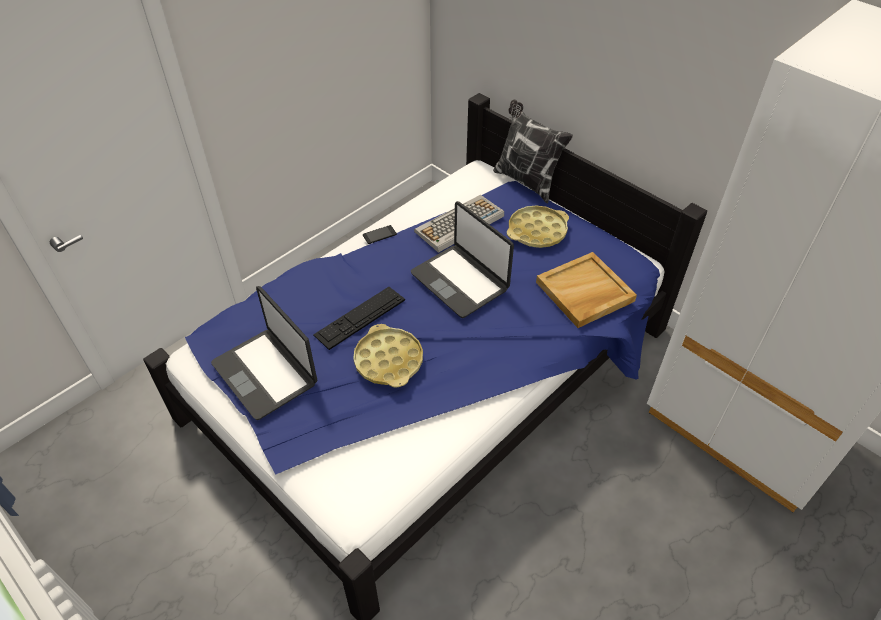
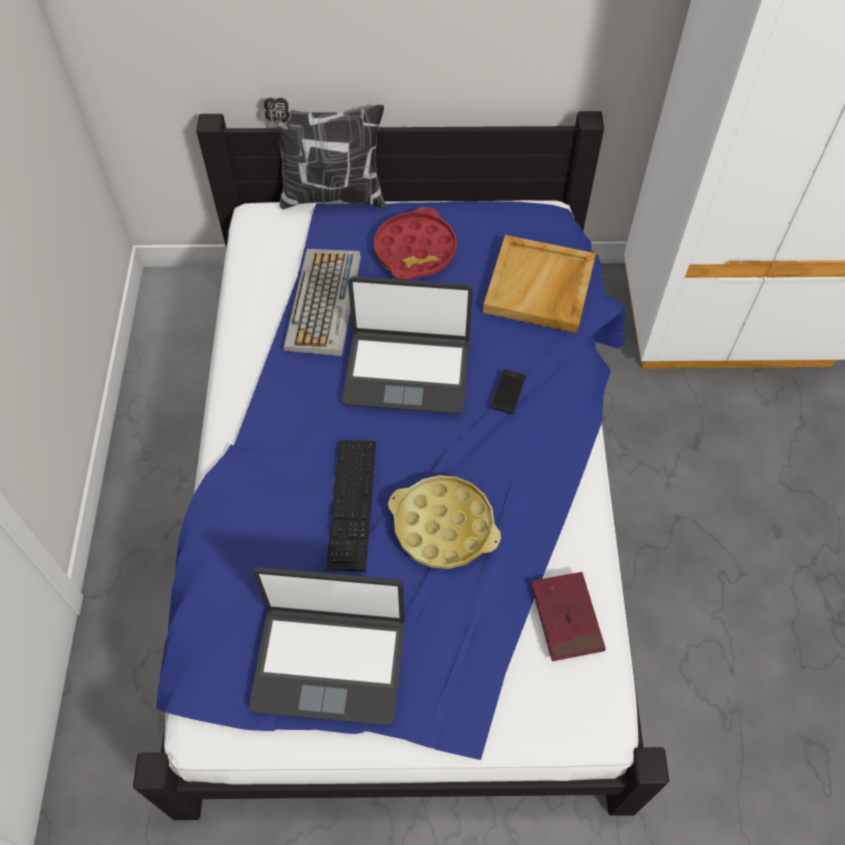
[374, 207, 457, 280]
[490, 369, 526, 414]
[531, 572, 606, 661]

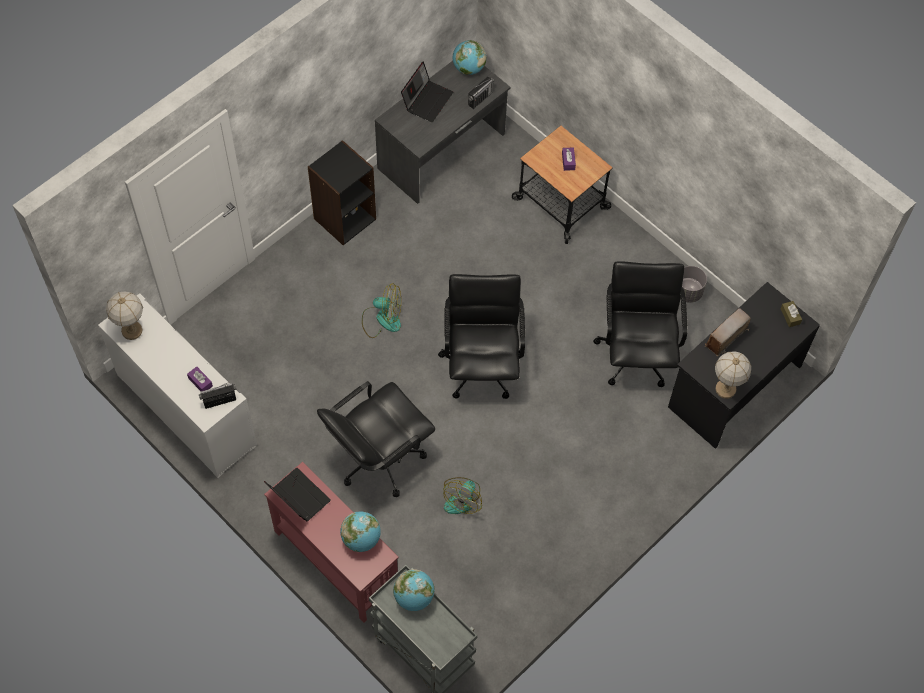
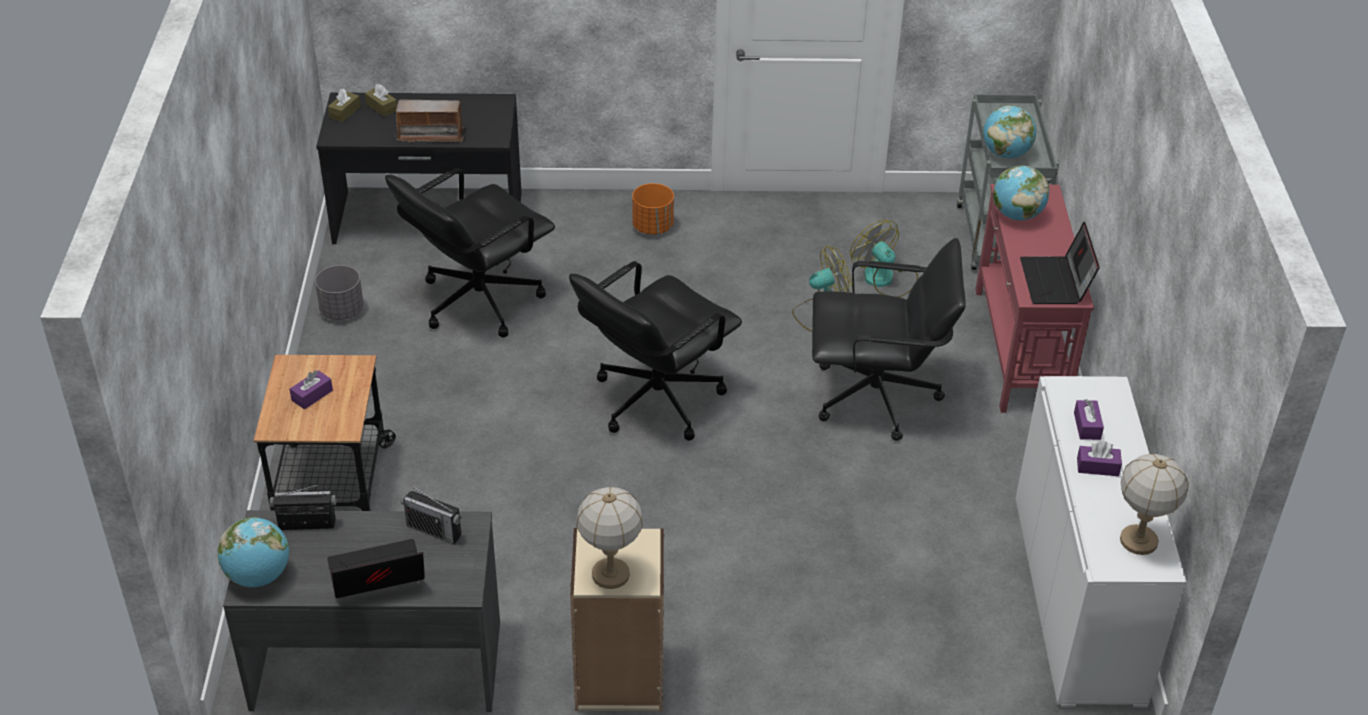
[365, 84, 397, 117]
[401, 485, 461, 544]
[570, 528, 664, 711]
[576, 486, 643, 589]
[632, 183, 674, 235]
[850, 220, 918, 297]
[1077, 441, 1122, 476]

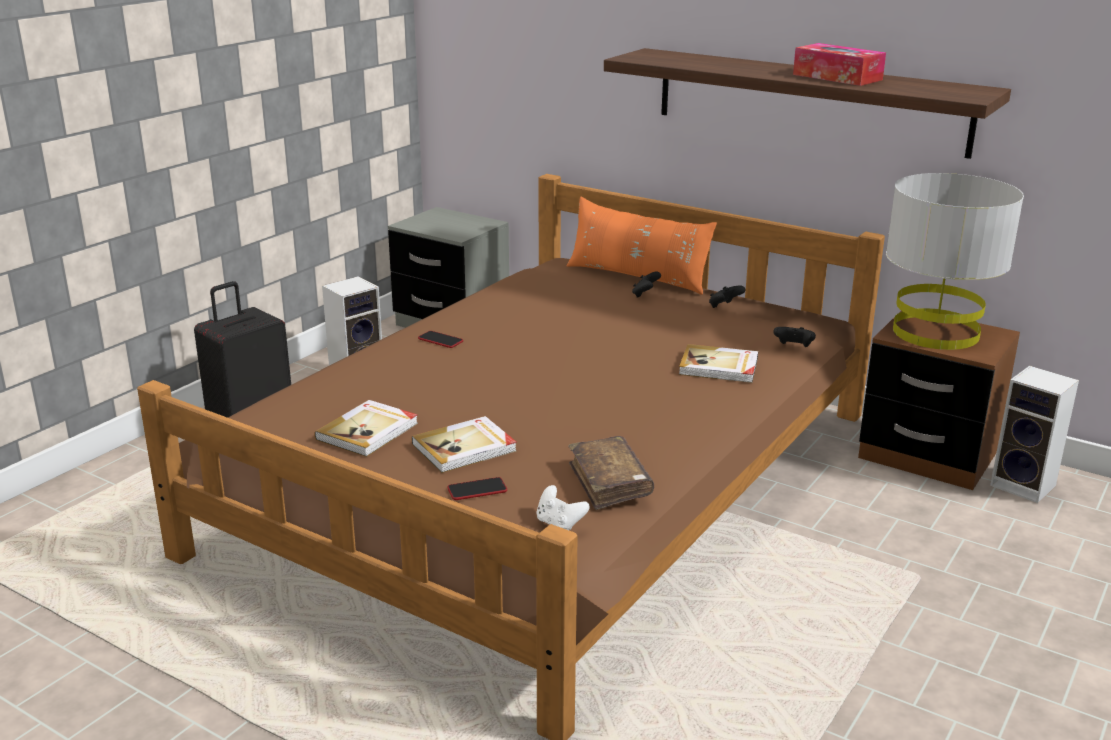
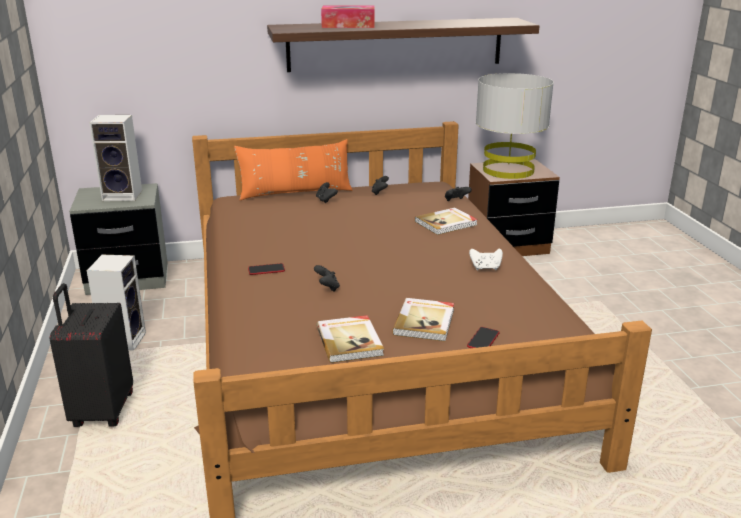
[89, 115, 142, 201]
[314, 265, 340, 292]
[321, 6, 375, 28]
[469, 249, 503, 270]
[568, 436, 654, 510] (first image)

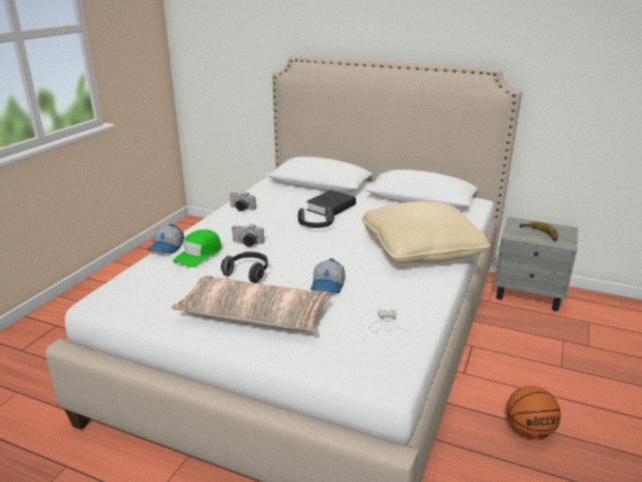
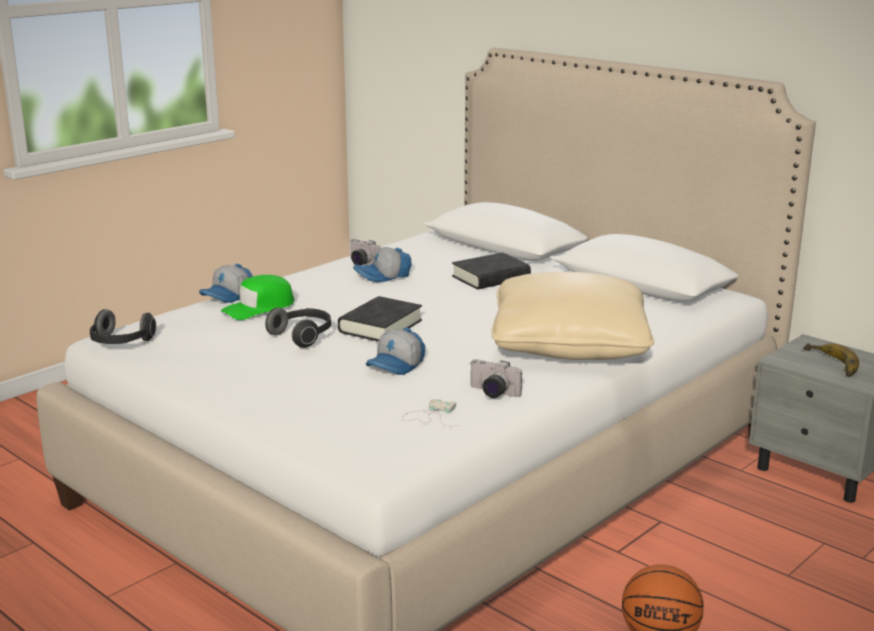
[90, 309, 156, 344]
[338, 296, 422, 342]
[353, 247, 412, 282]
[471, 359, 522, 398]
[171, 276, 331, 332] (first image)

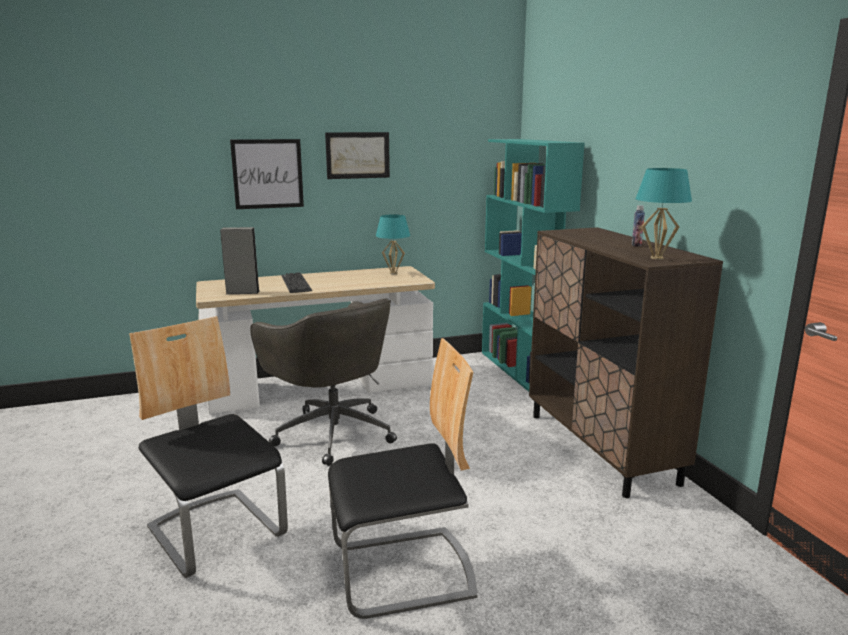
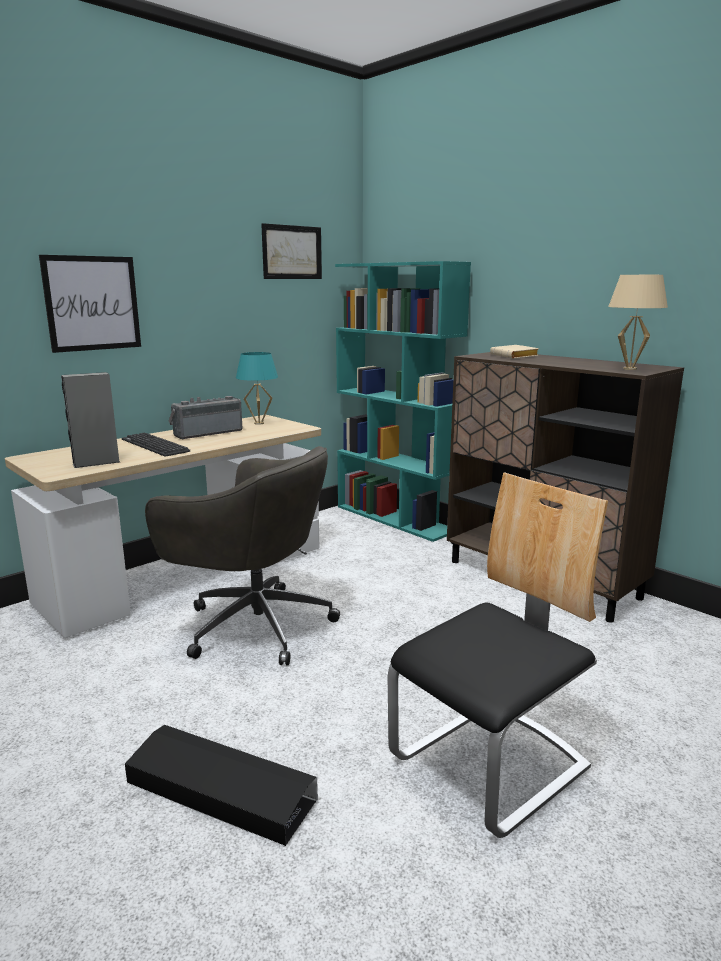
[125, 725, 318, 846]
[169, 396, 242, 439]
[261, 223, 322, 279]
[490, 345, 539, 358]
[608, 275, 668, 370]
[632, 205, 645, 246] (first image)

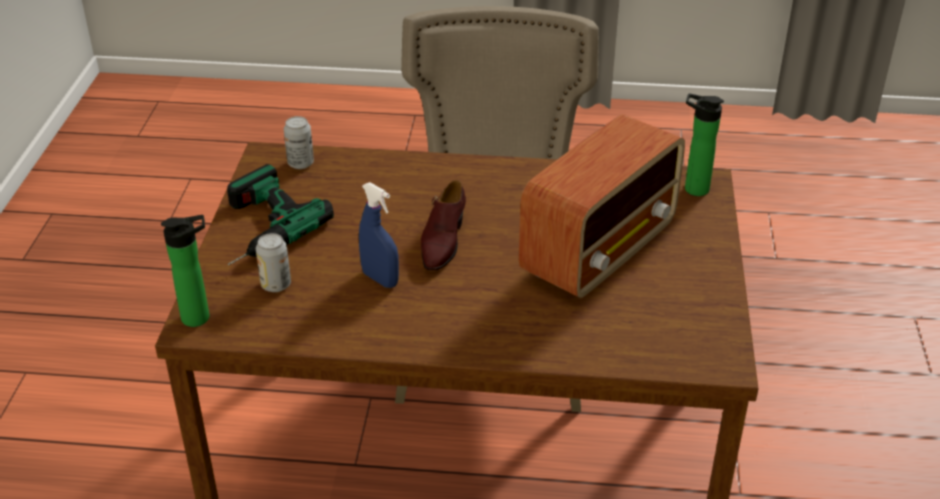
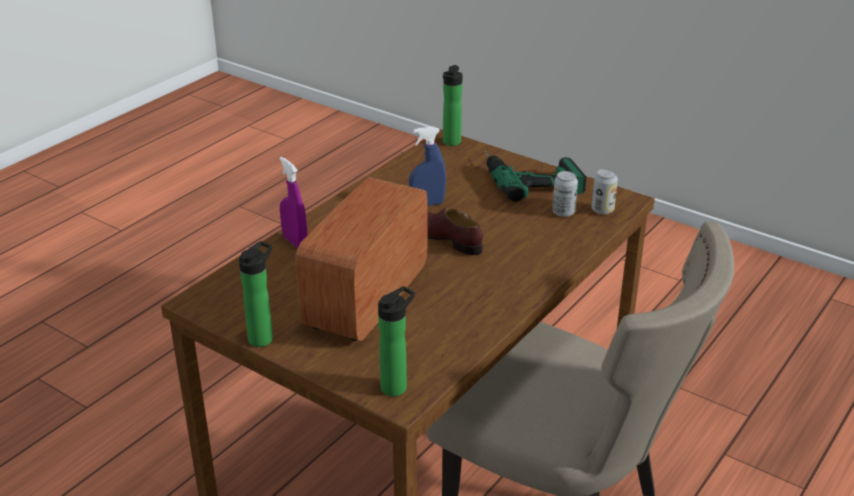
[239, 241, 273, 347]
[279, 157, 308, 248]
[295, 177, 427, 342]
[552, 171, 578, 217]

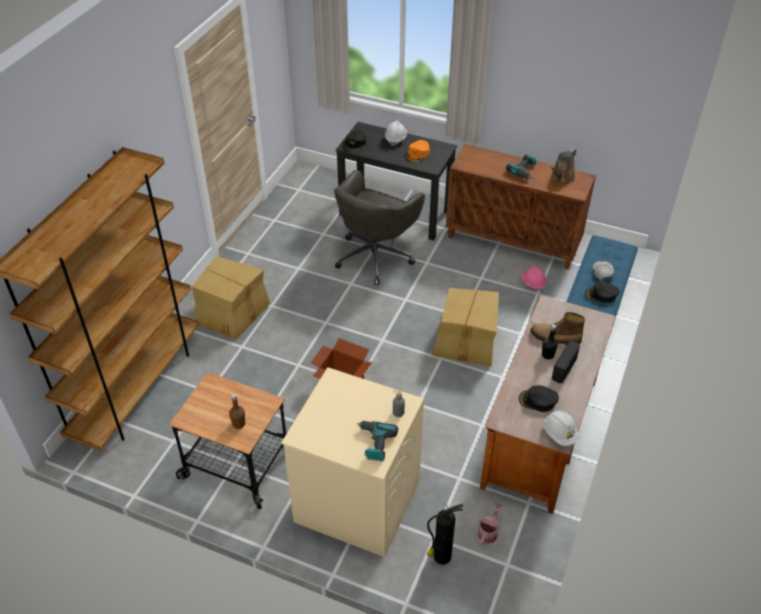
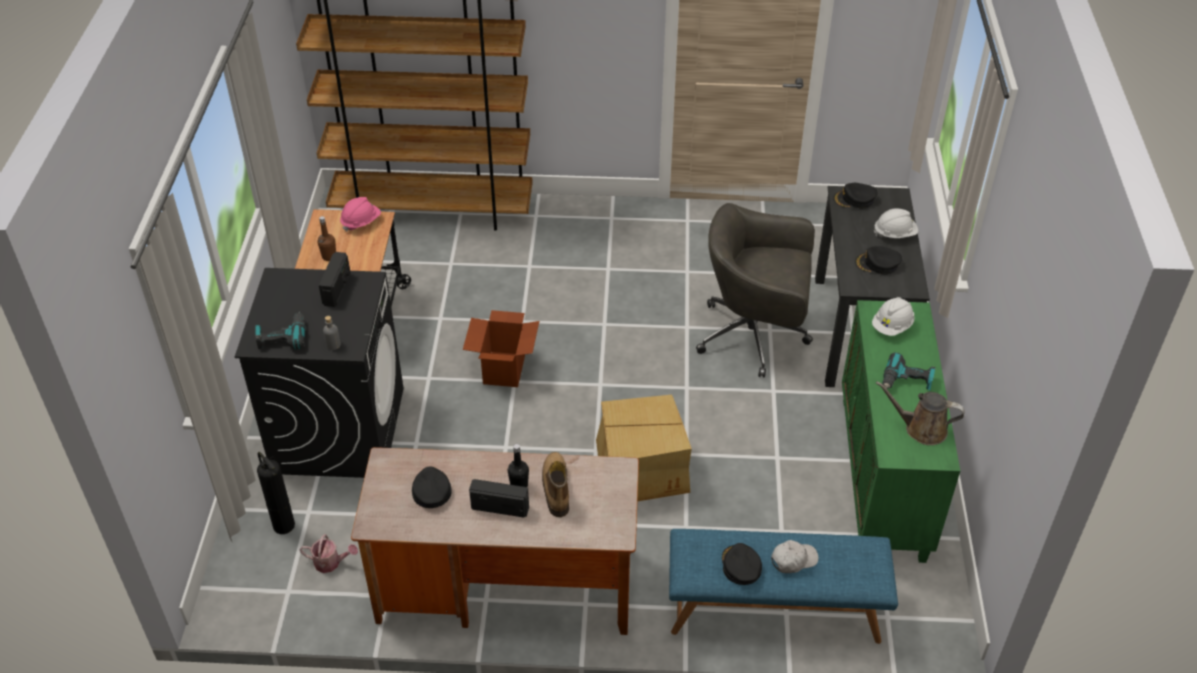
[235, 268, 404, 478]
[319, 252, 351, 307]
[340, 197, 381, 232]
[842, 300, 960, 563]
[855, 246, 902, 275]
[872, 297, 914, 336]
[192, 256, 270, 340] (first image)

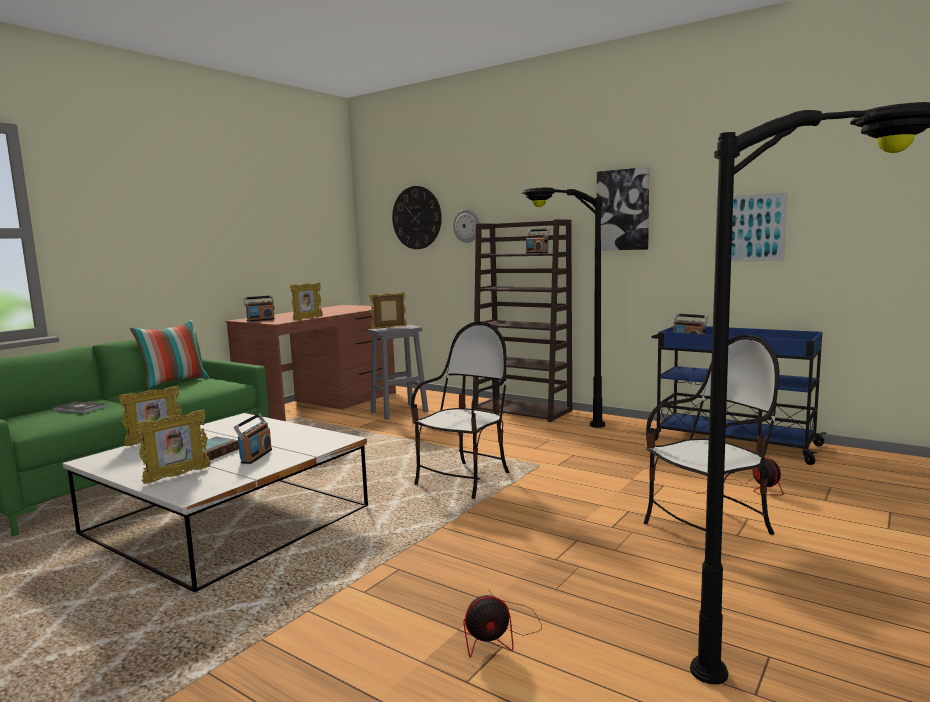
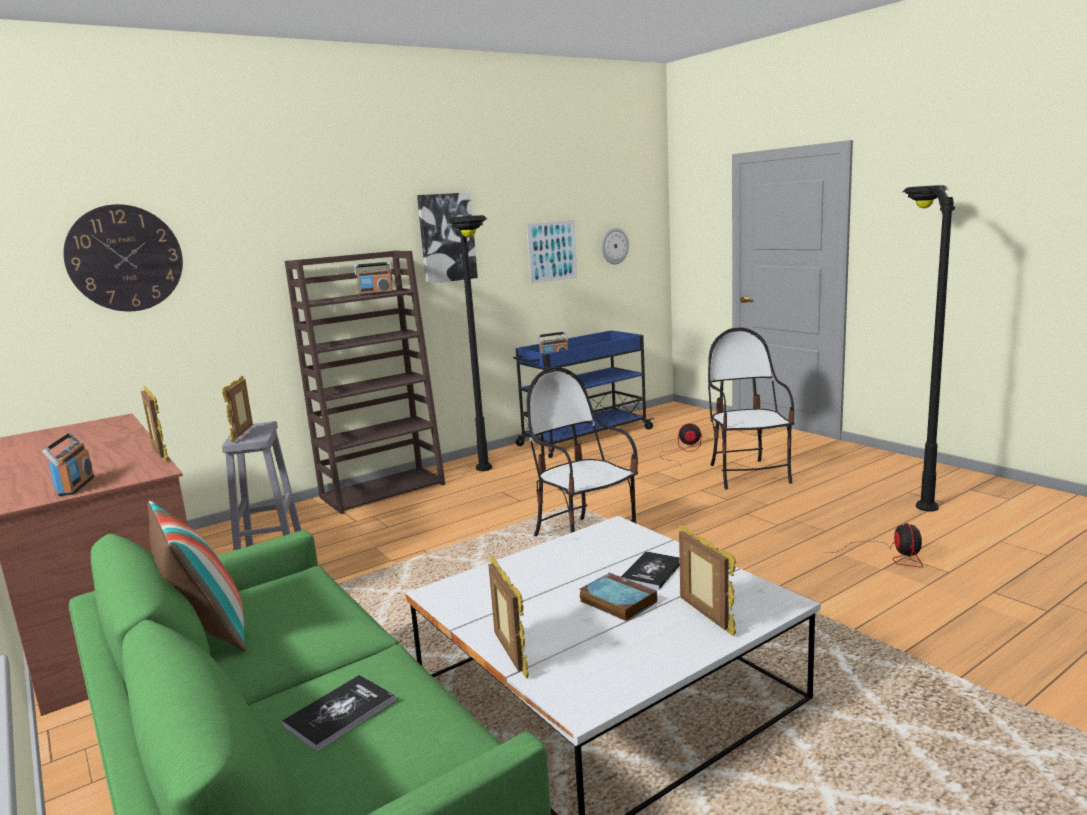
[601, 228, 629, 264]
[621, 551, 680, 590]

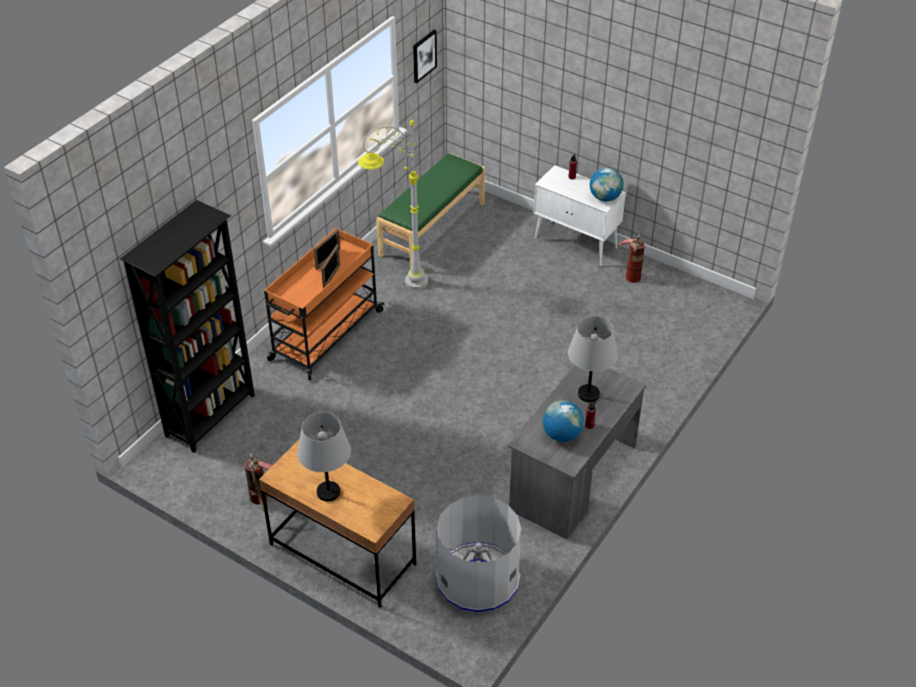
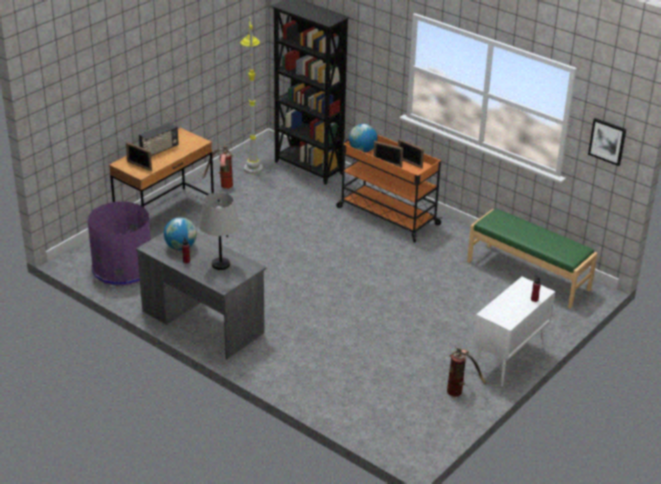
[88, 202, 151, 286]
[126, 142, 152, 171]
[139, 122, 179, 156]
[240, 16, 263, 174]
[349, 124, 378, 153]

